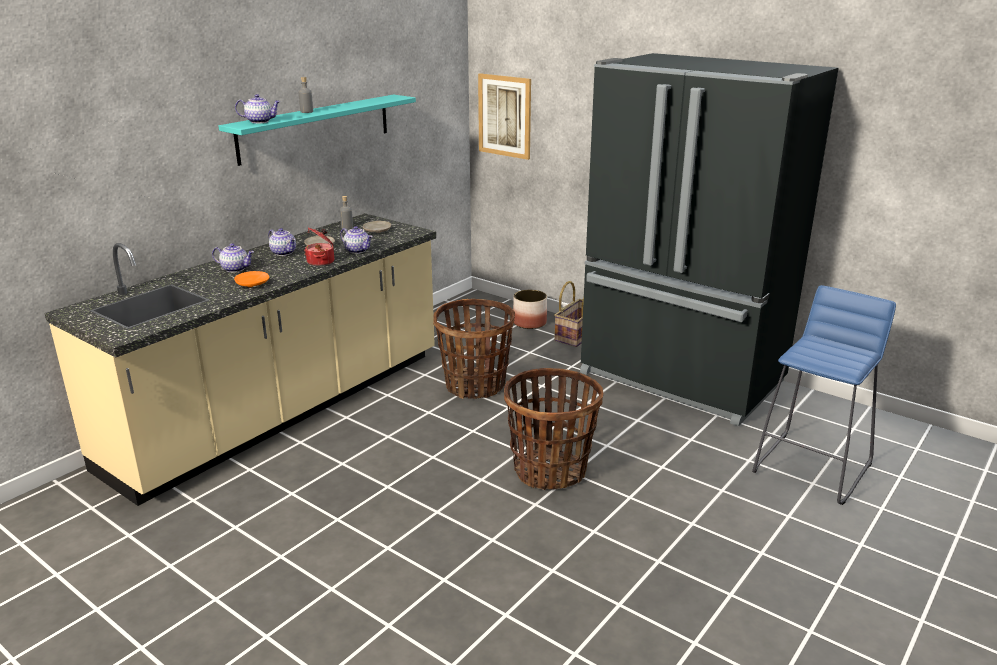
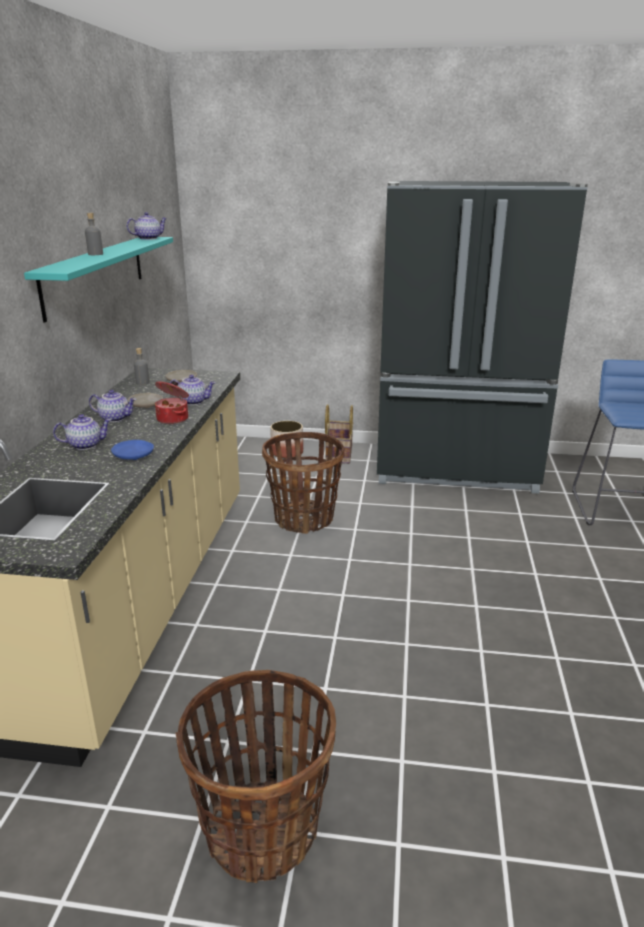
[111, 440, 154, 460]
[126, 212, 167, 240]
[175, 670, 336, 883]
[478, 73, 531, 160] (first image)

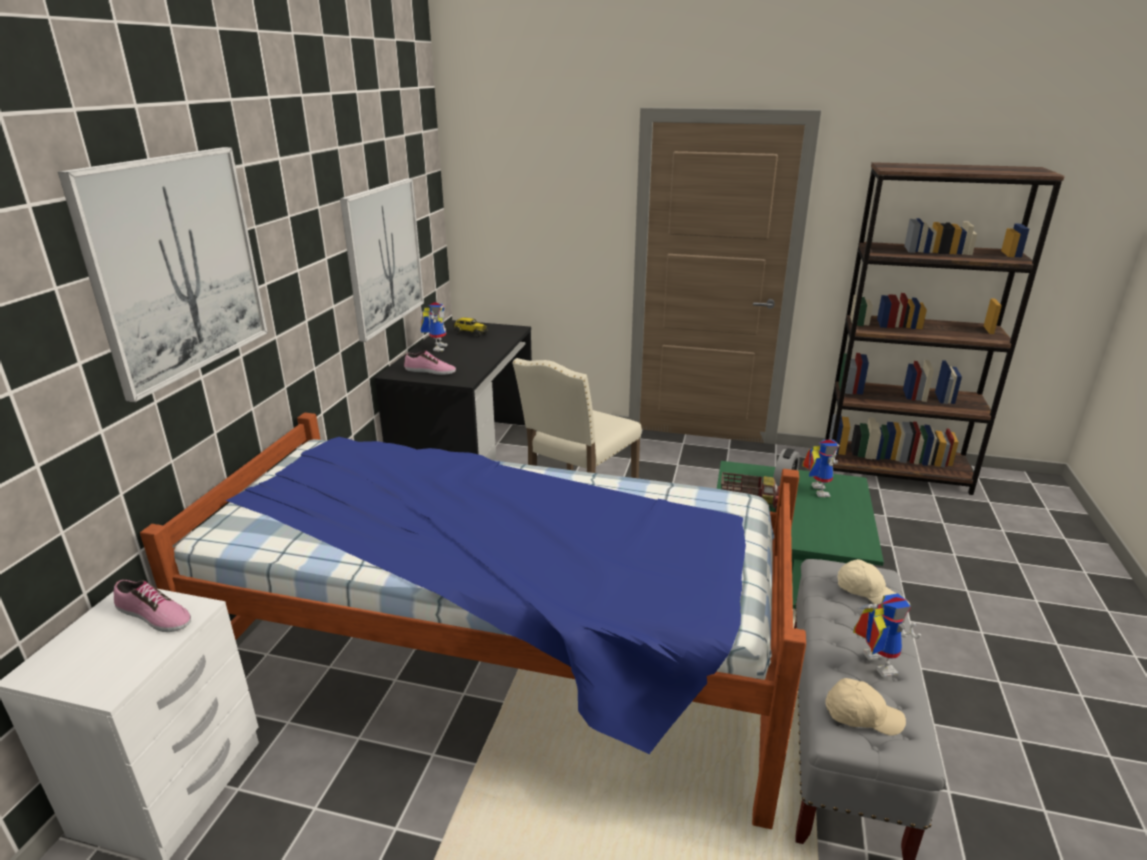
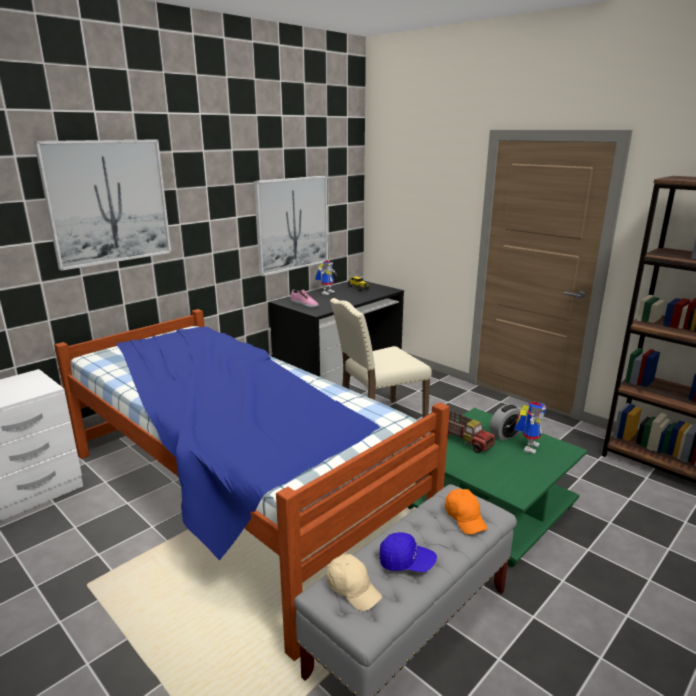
[380, 532, 437, 572]
[445, 489, 488, 535]
[114, 580, 191, 632] (first image)

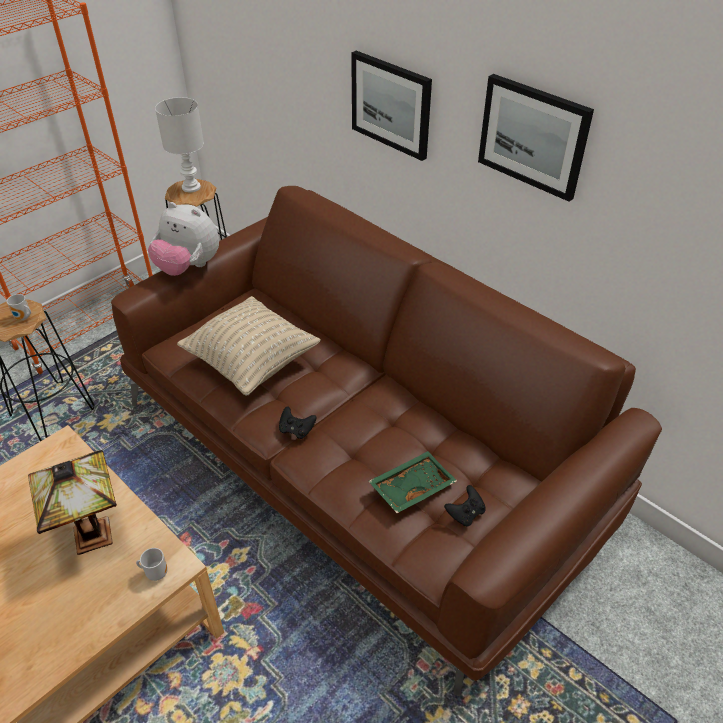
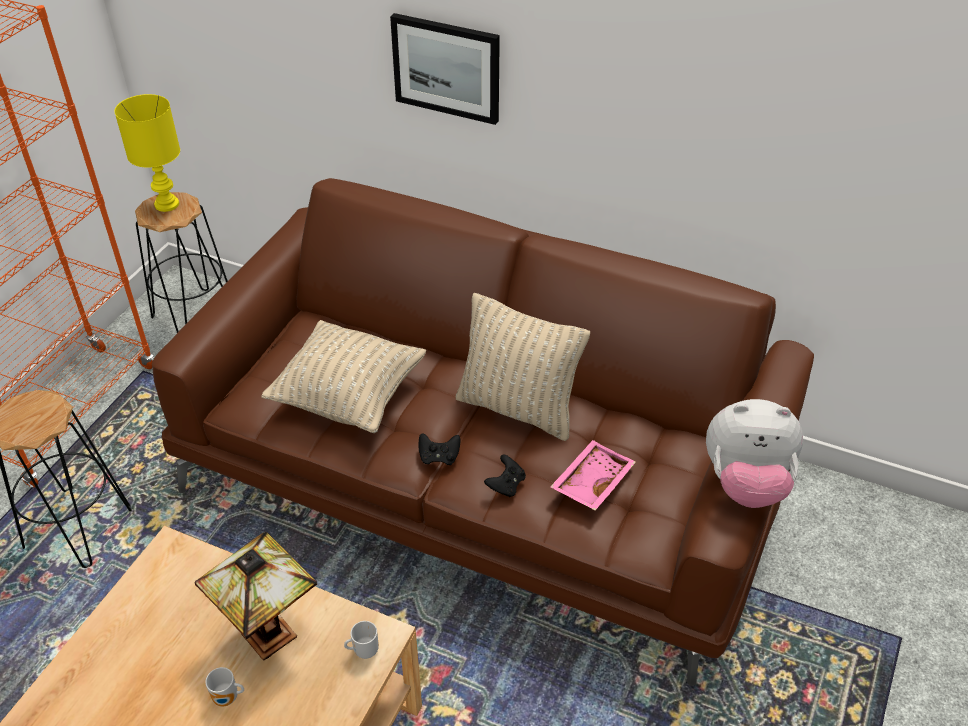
[114, 94, 180, 212]
[205, 667, 244, 707]
[455, 293, 590, 441]
[484, 454, 526, 497]
[550, 440, 636, 510]
[706, 399, 803, 508]
[478, 74, 594, 201] (first image)

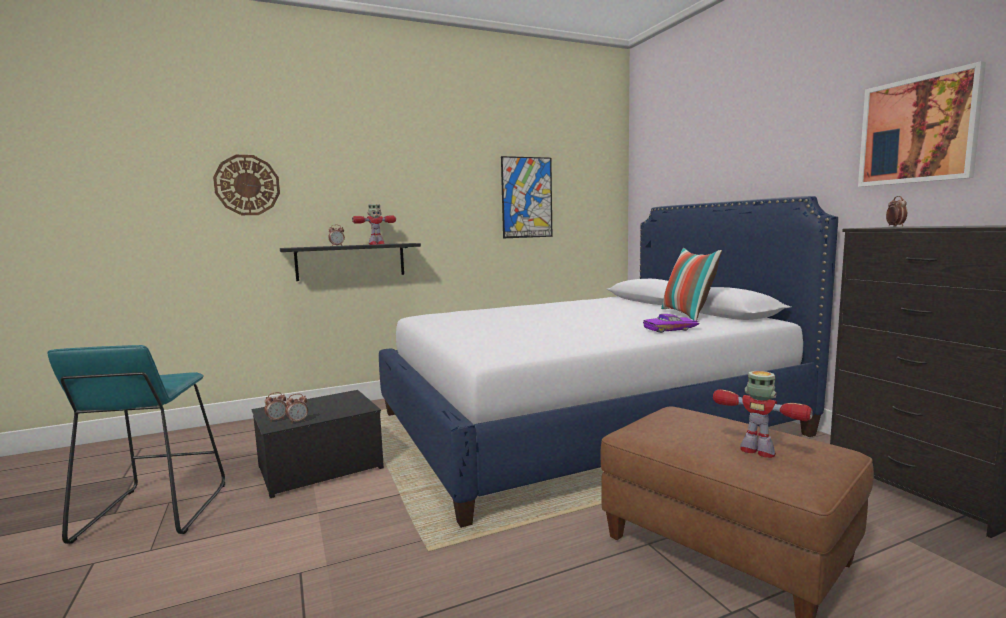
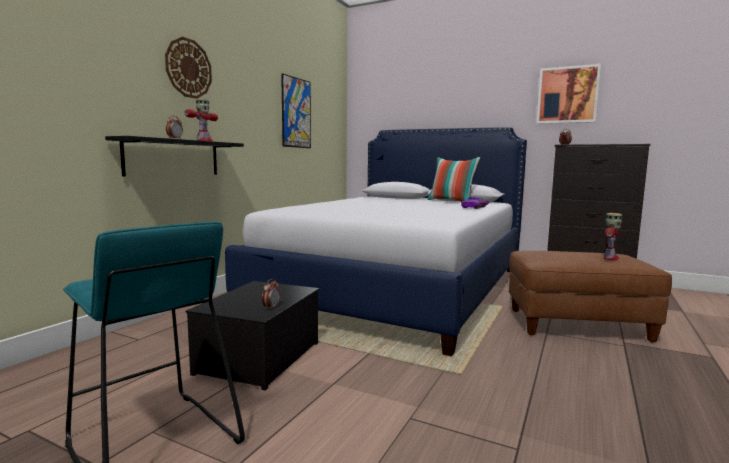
[165, 37, 212, 99]
[604, 213, 622, 260]
[264, 392, 287, 422] (first image)

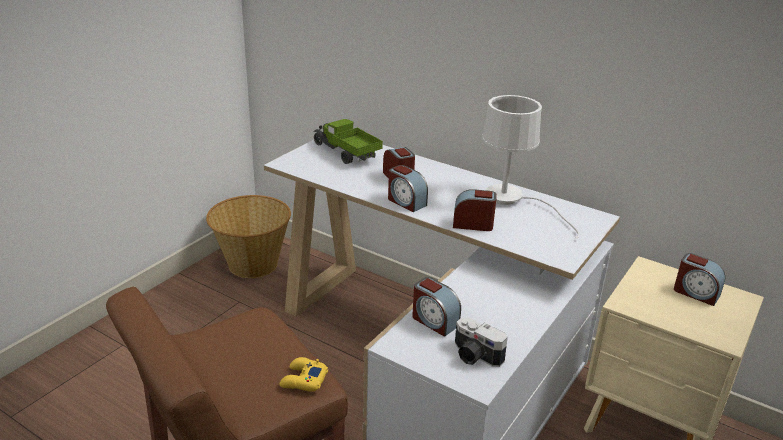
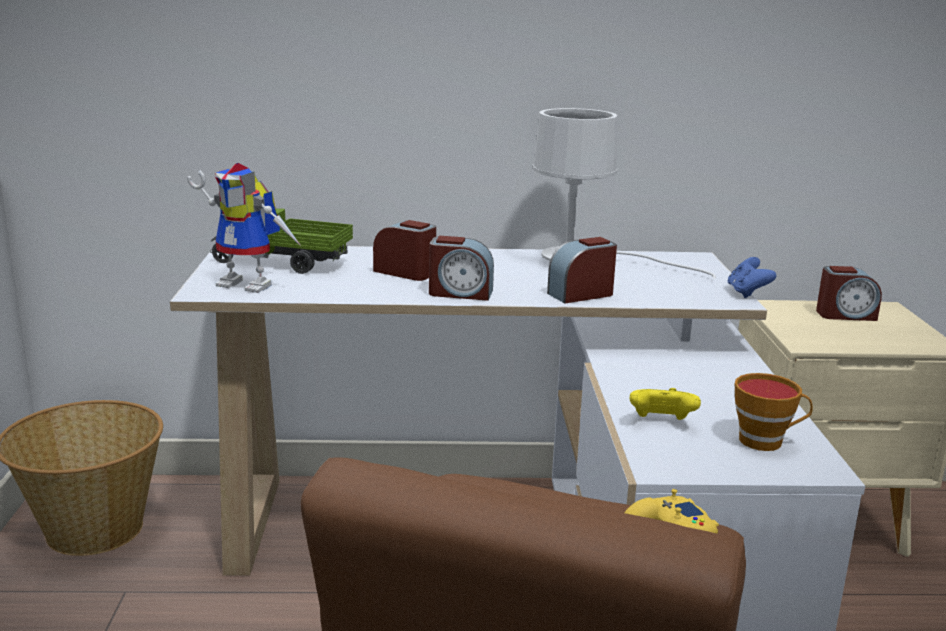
[187, 163, 302, 293]
[630, 388, 701, 420]
[728, 257, 776, 298]
[735, 373, 813, 451]

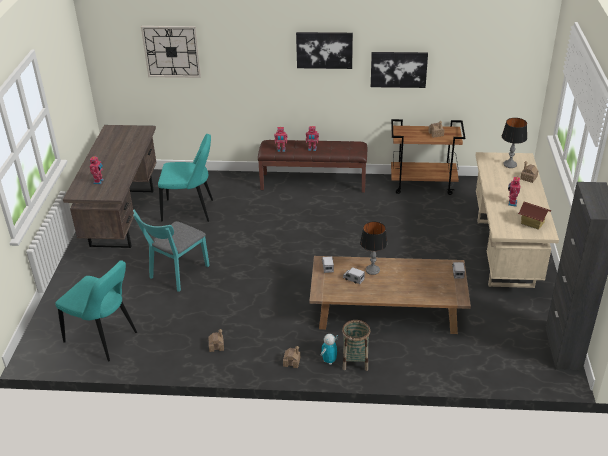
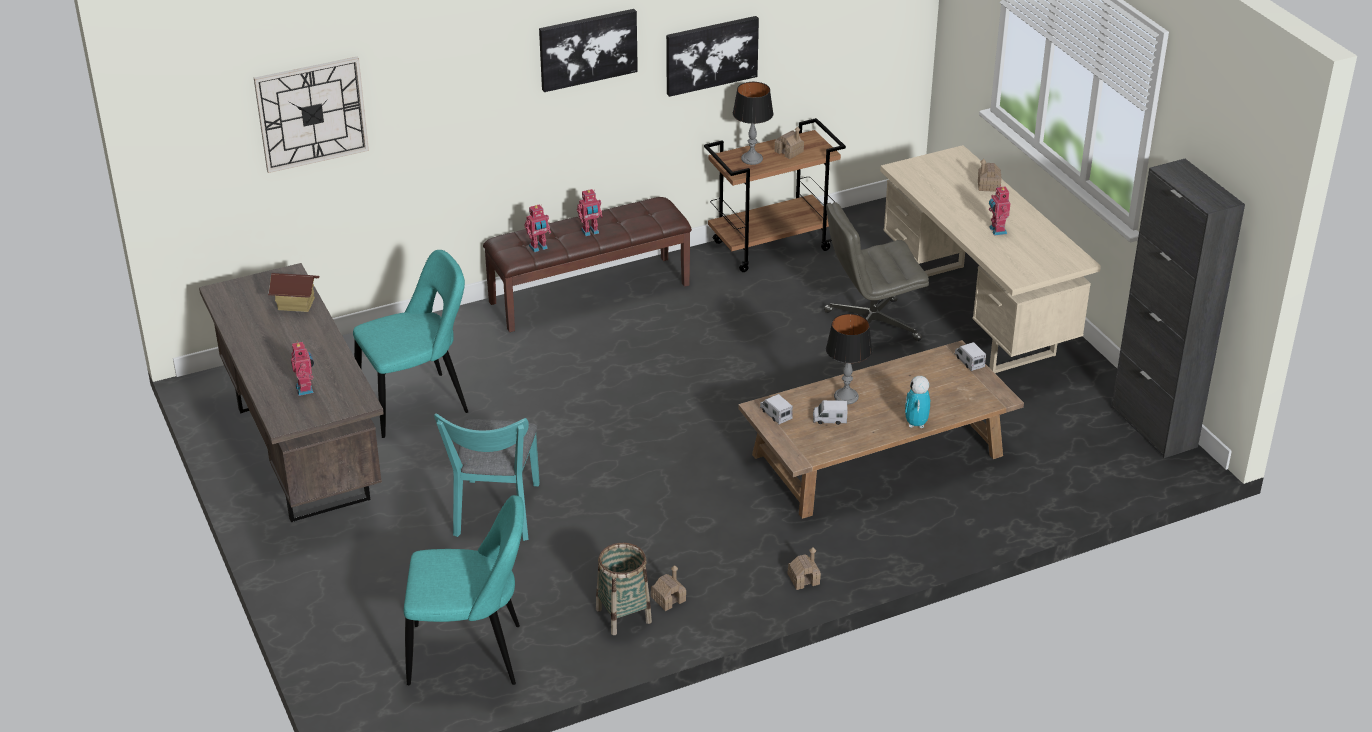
[268, 273, 319, 312]
[596, 543, 652, 635]
[733, 82, 774, 165]
[824, 202, 929, 341]
[905, 376, 930, 428]

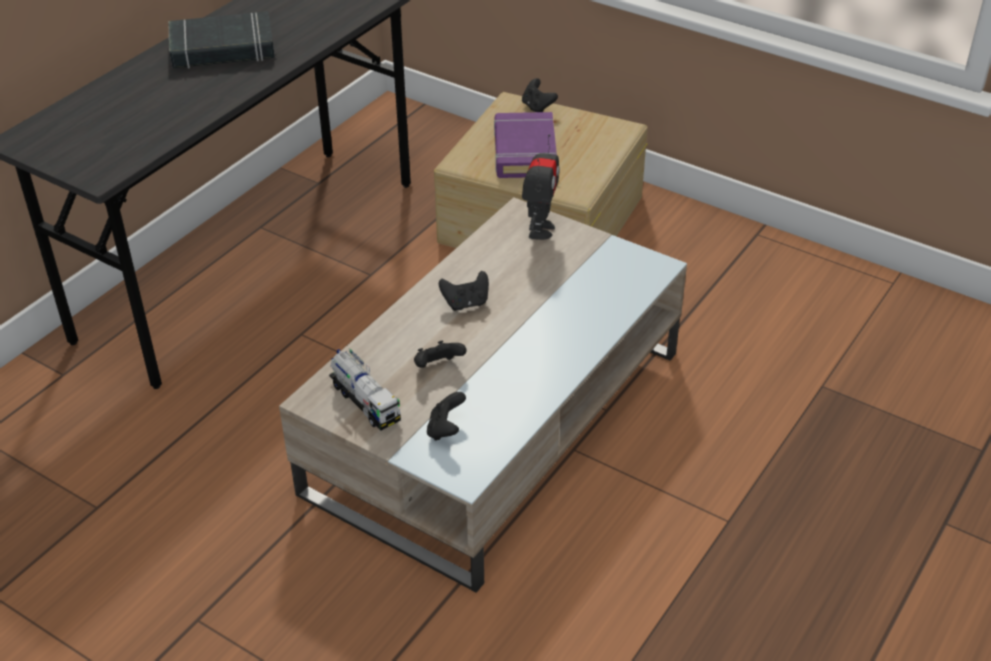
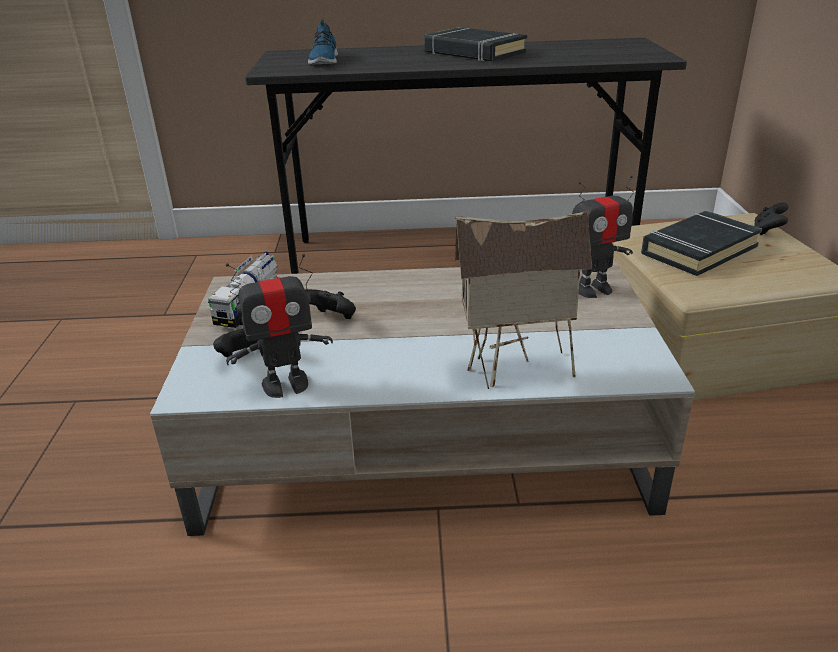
[226, 254, 333, 398]
[308, 19, 338, 65]
[455, 211, 592, 389]
[641, 211, 762, 276]
[439, 271, 489, 311] (first image)

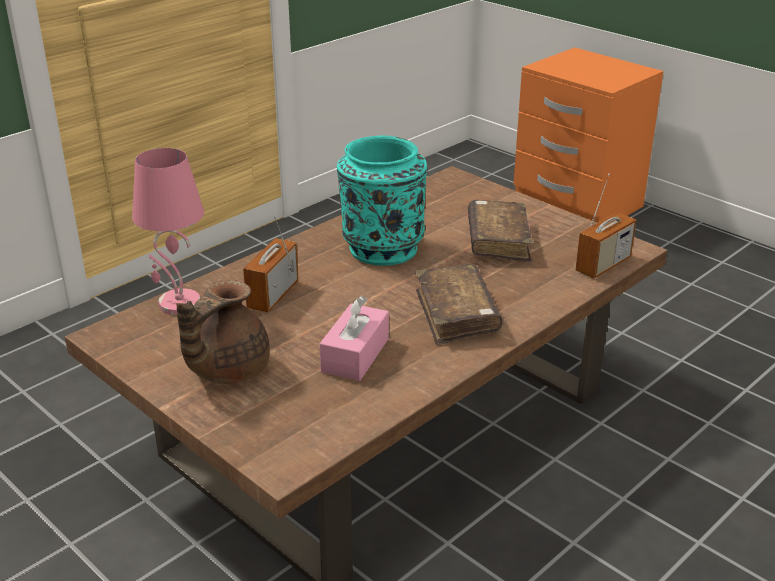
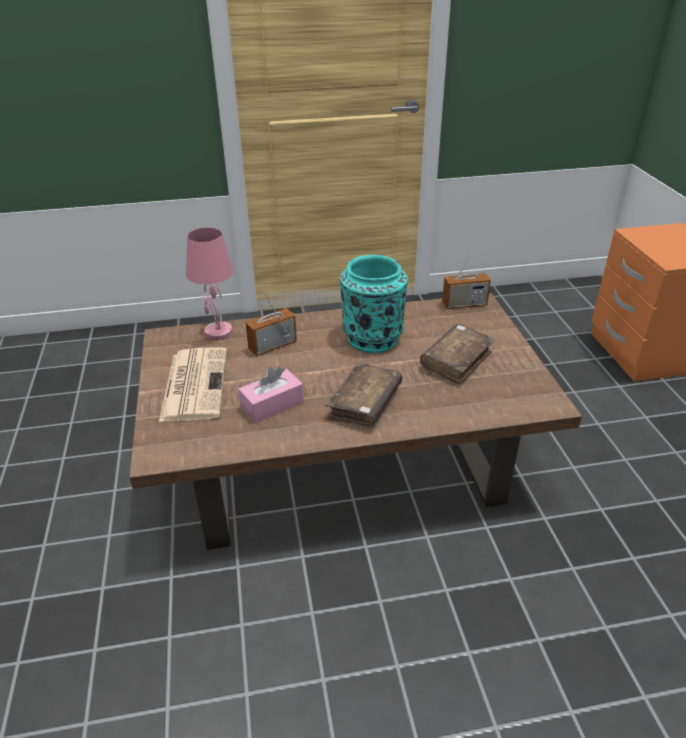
[159, 347, 227, 422]
[442, 243, 491, 309]

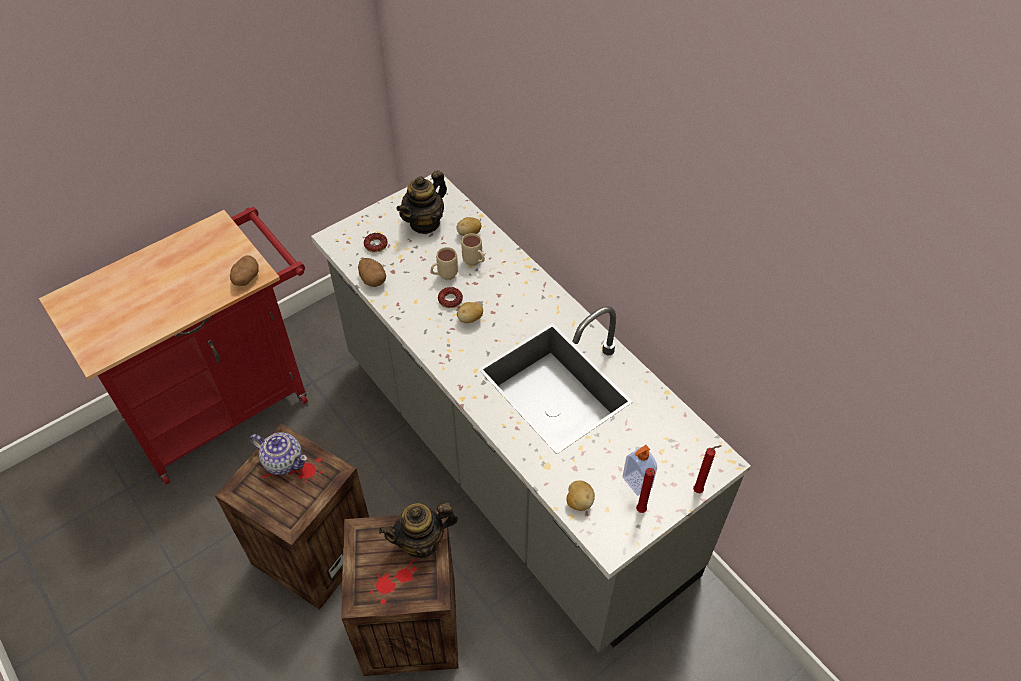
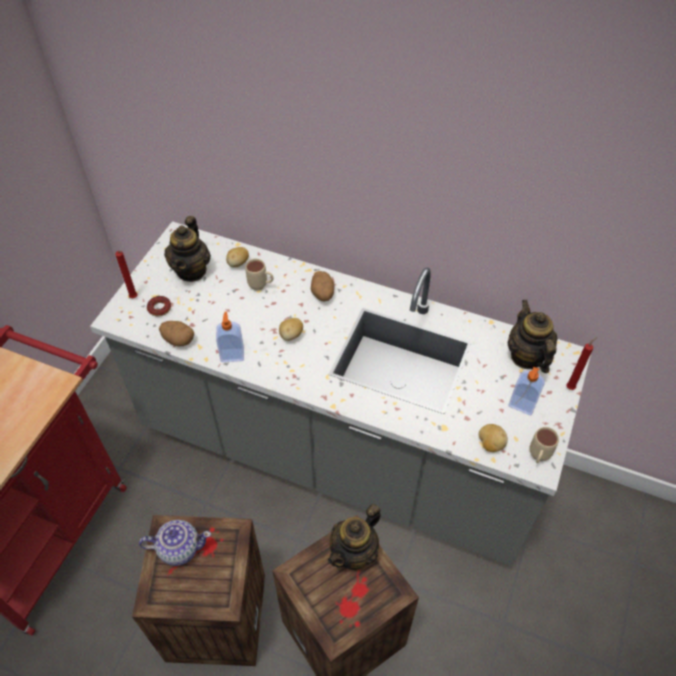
[115, 251, 138, 298]
[216, 312, 244, 362]
[311, 271, 334, 302]
[507, 300, 558, 373]
[529, 427, 559, 463]
[438, 287, 463, 308] (first image)

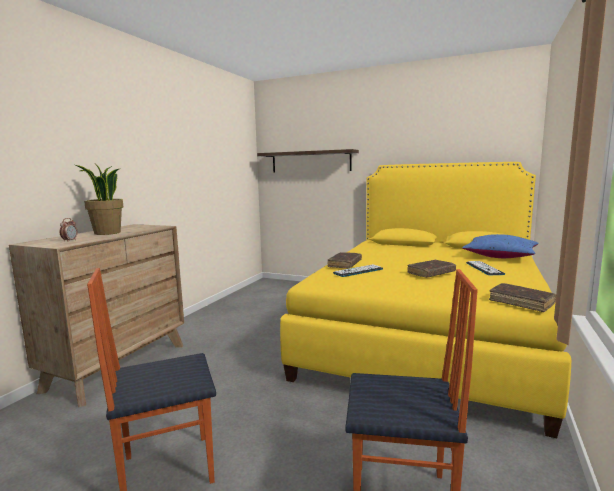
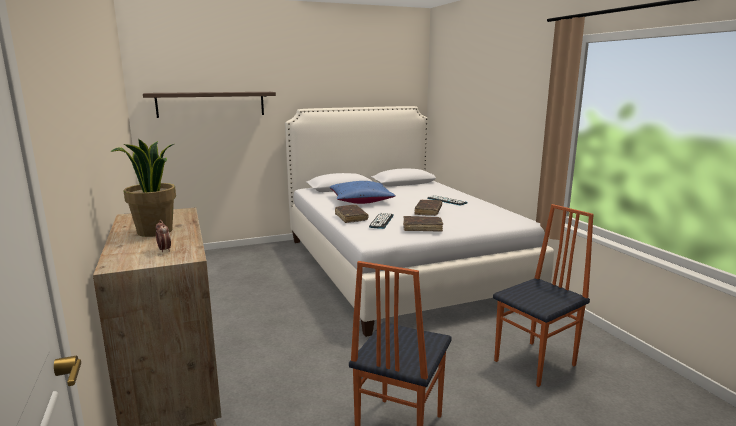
[285, 106, 554, 337]
[330, 181, 396, 204]
[403, 216, 443, 232]

